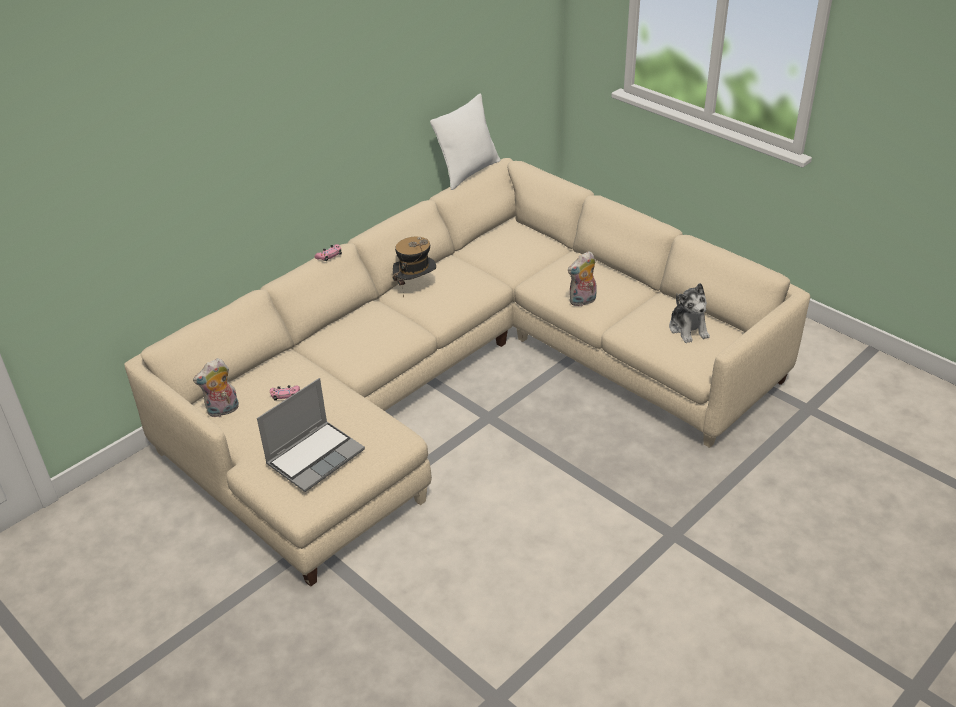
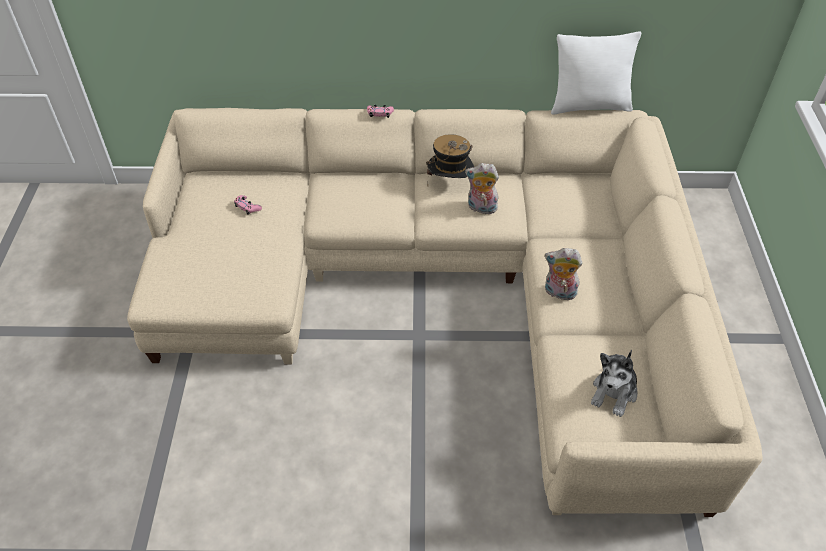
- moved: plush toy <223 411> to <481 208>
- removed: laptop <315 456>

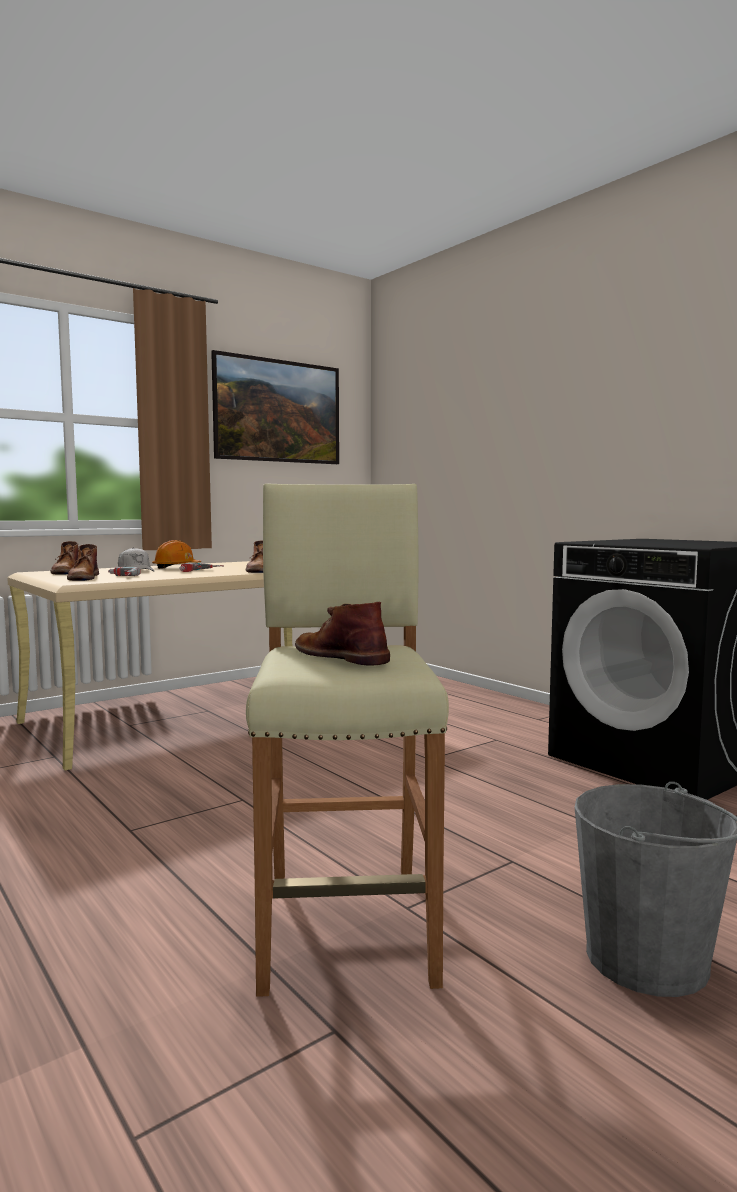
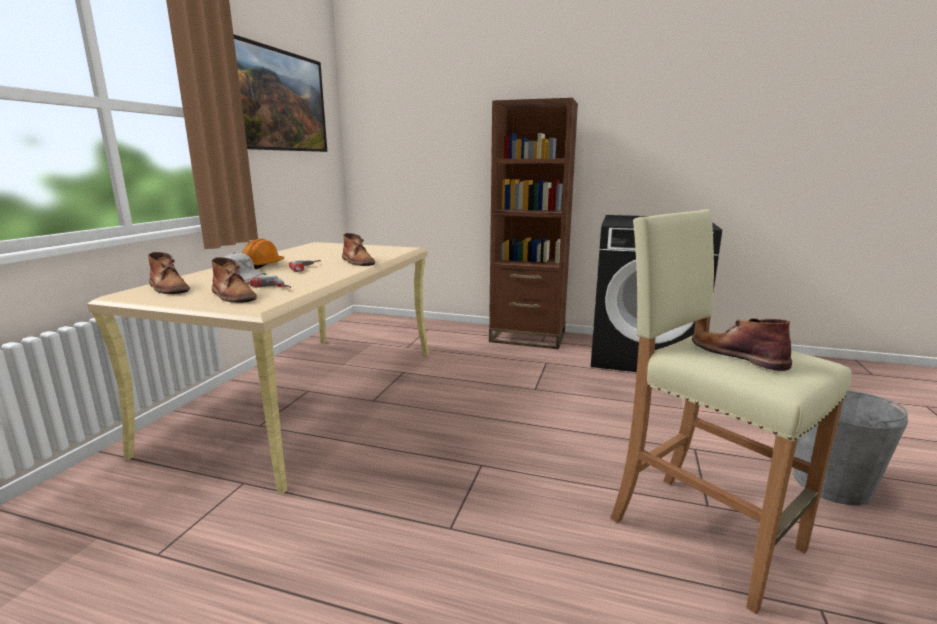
- turned: brown boot <340 656> = <737 354> 45 degrees clockwise
- added: brown bookcase <527 337>

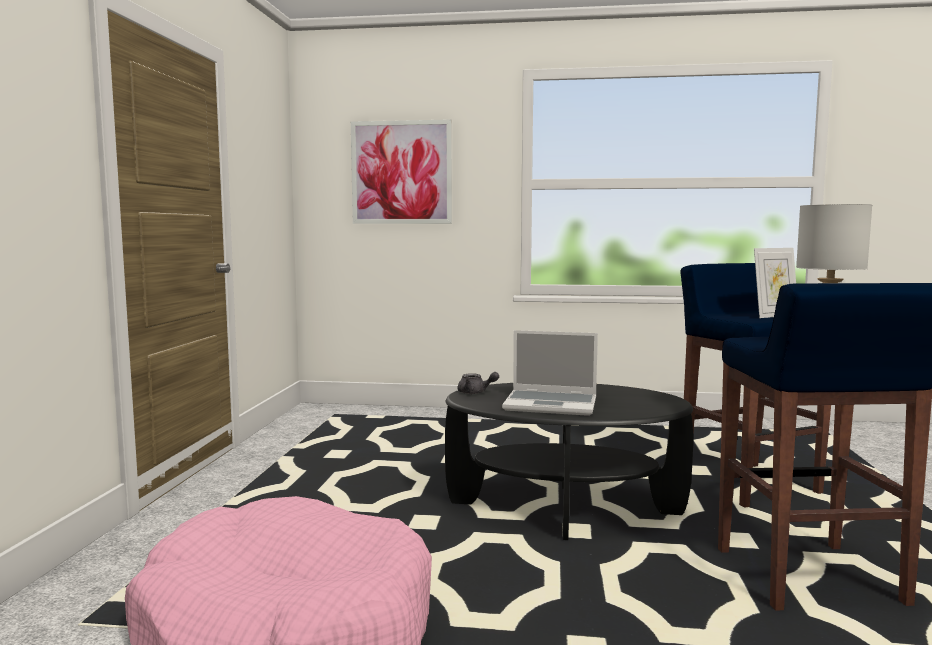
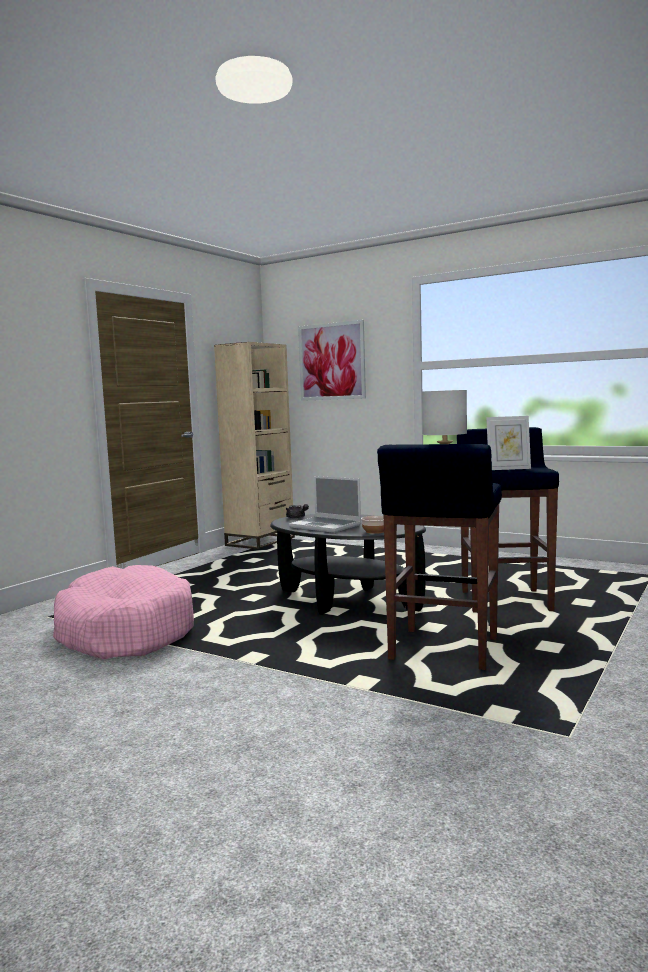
- added: beige bookcase <260 541>
- added: bowl <375 531>

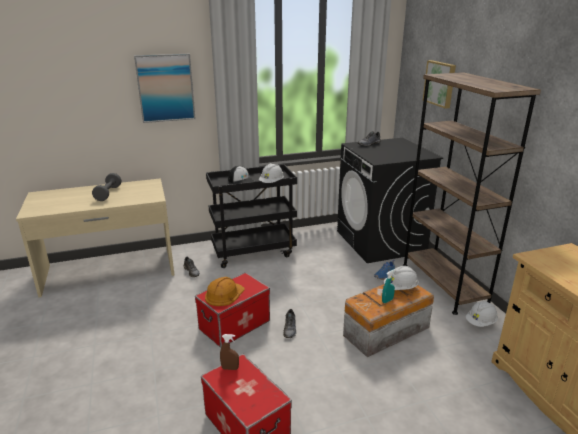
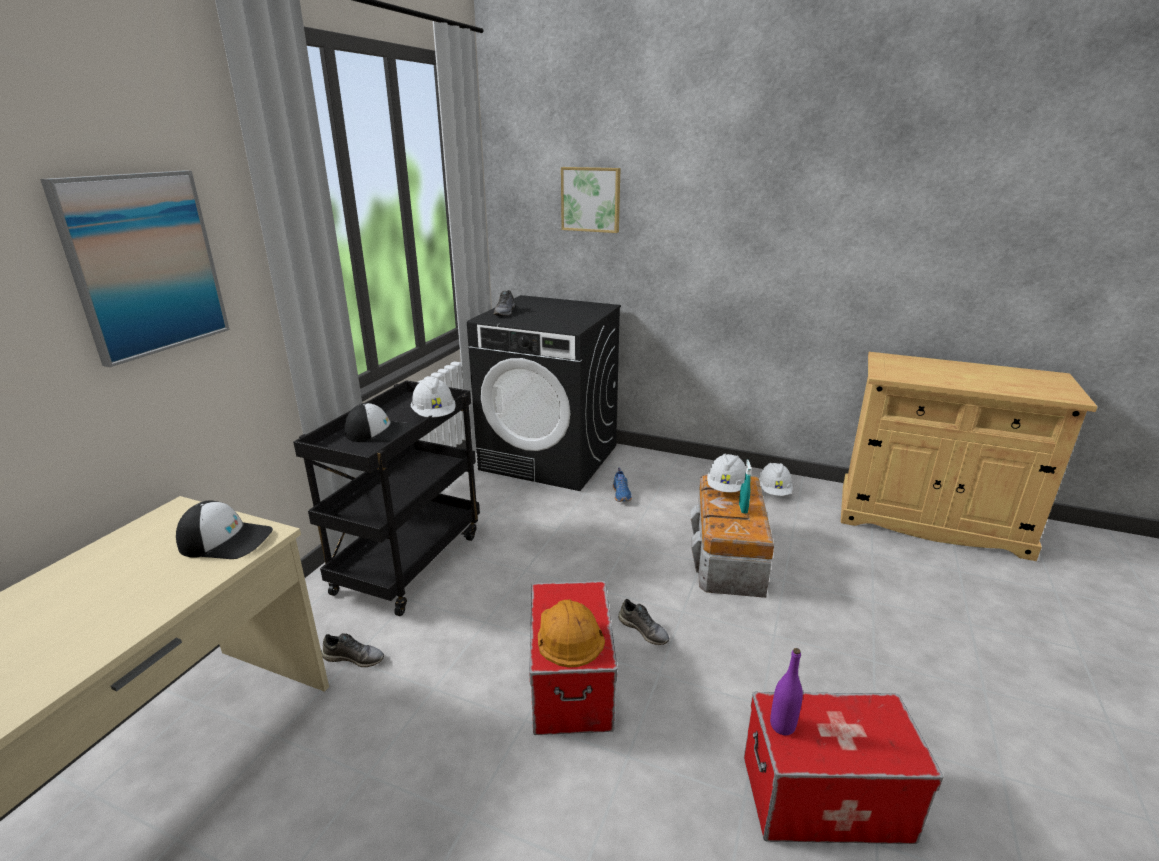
- removed: grey dumbbell <108 193>
- replaced: brown spray bottle <230 368> to purple bottle <782 726>
- removed: brown bookcase <443 284>
- added: cap <226 540>

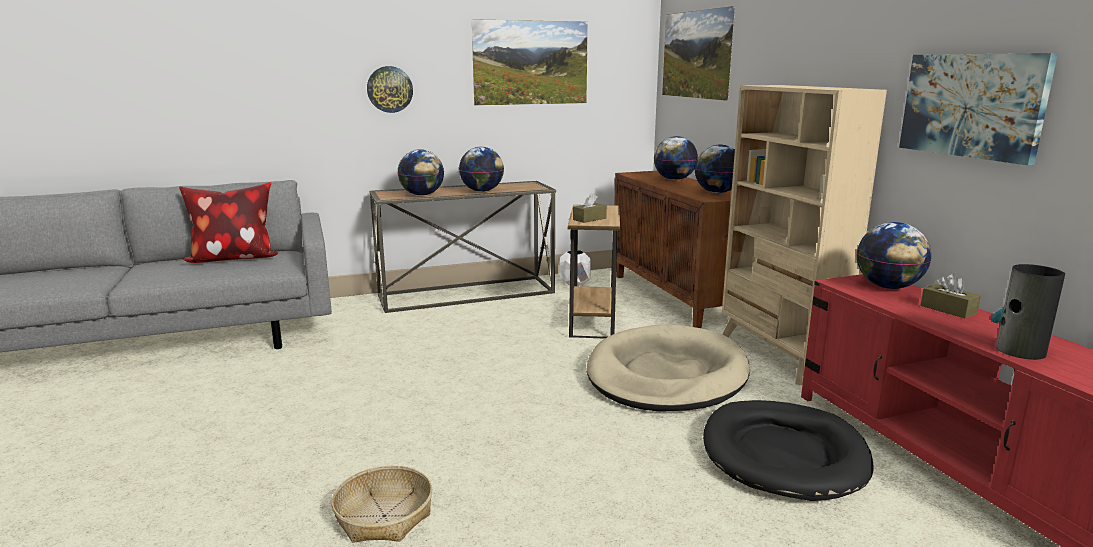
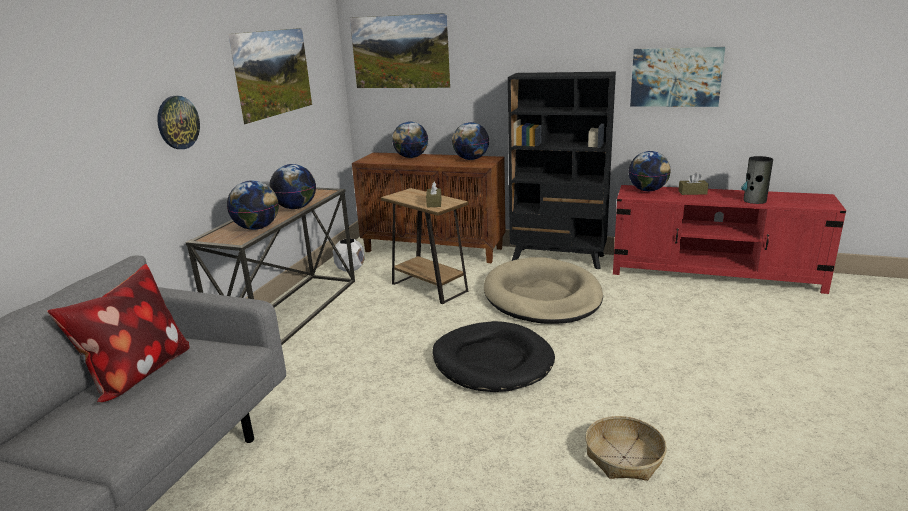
- moved: black dog bed <783 454> to <492 361>
- recoloured: beige bookcase <778 355> to black bookcase <558 258>

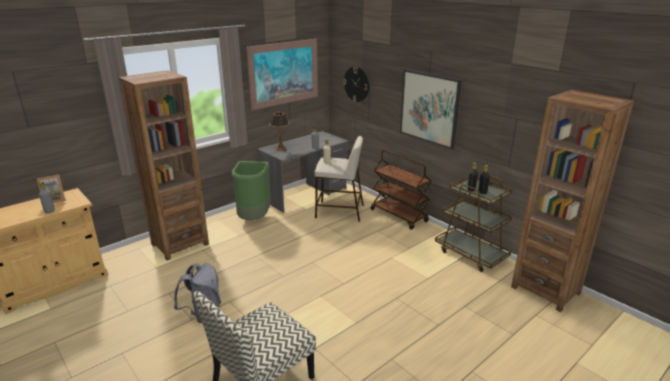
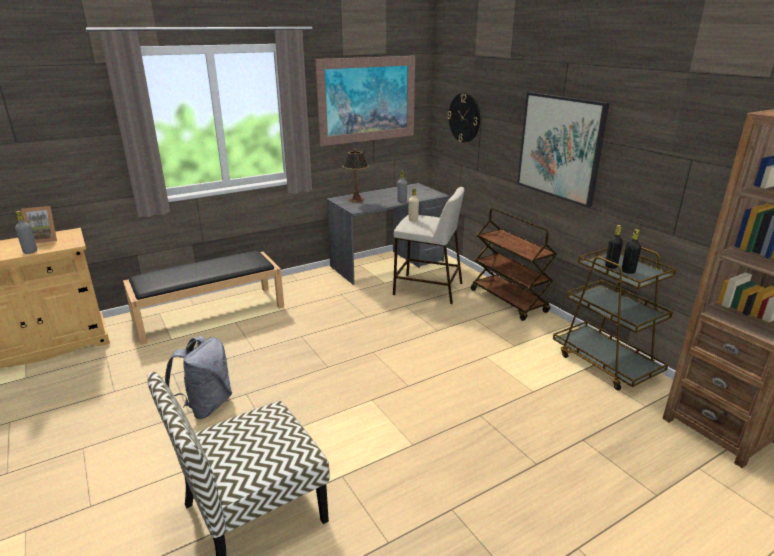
- replaced: brown bookcase <180 244> to black bench <210 313>
- removed: green trash can <254 219>

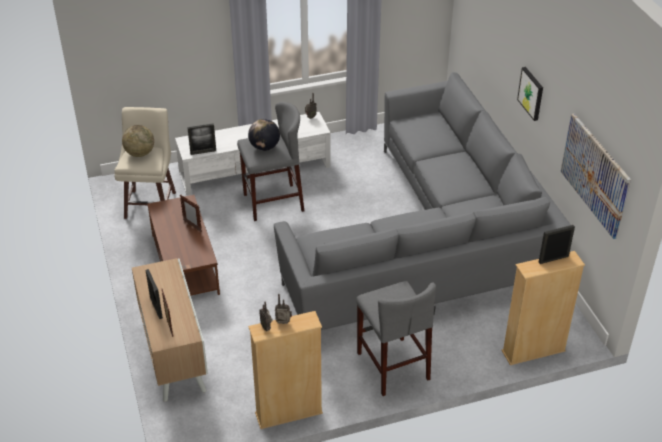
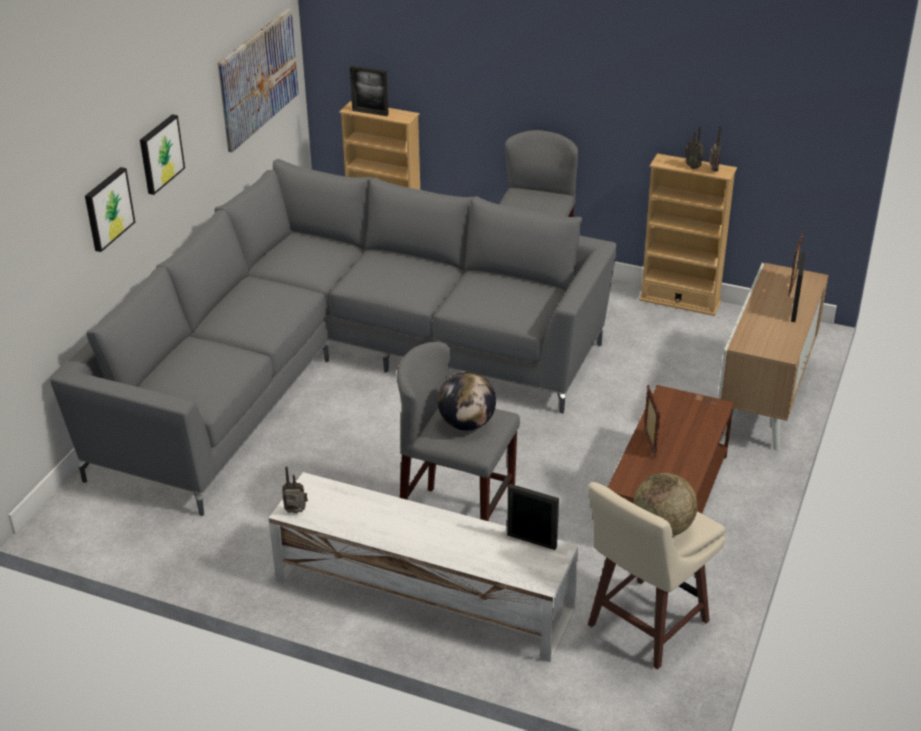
- added: picture <107 208>

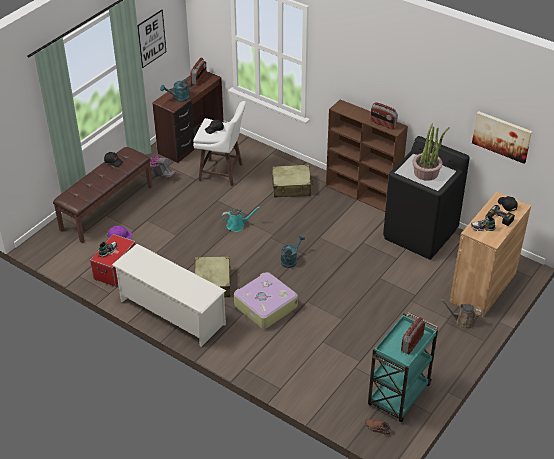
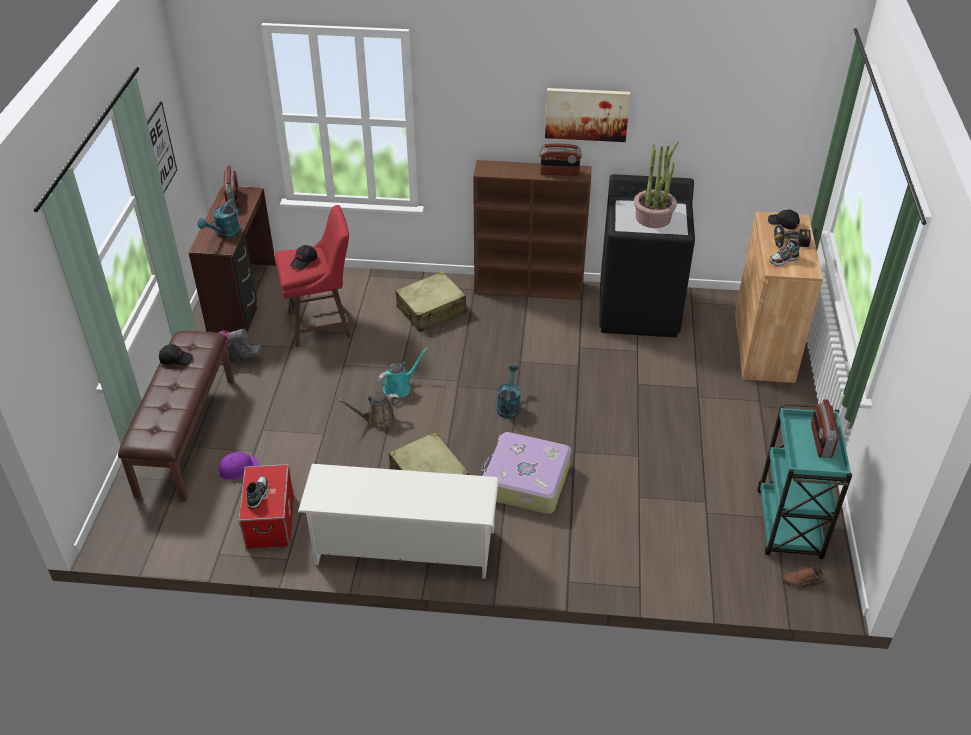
- recoloured: white stool <222 173> to red stool <321 325>
- moved: brown watering can <463 321> to <377 420>
- moved: picture <502 136> to <586 114>

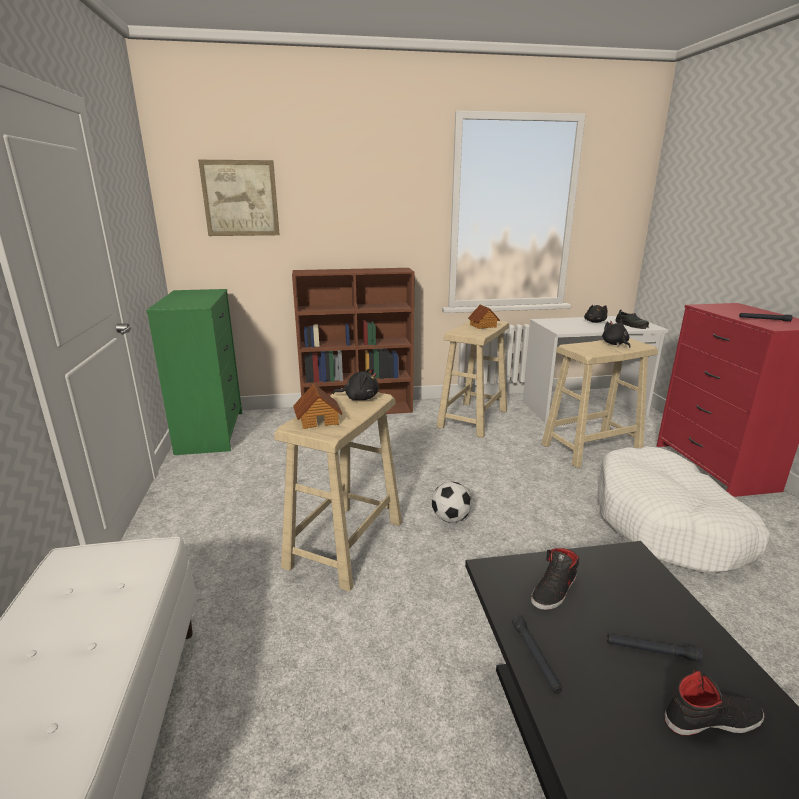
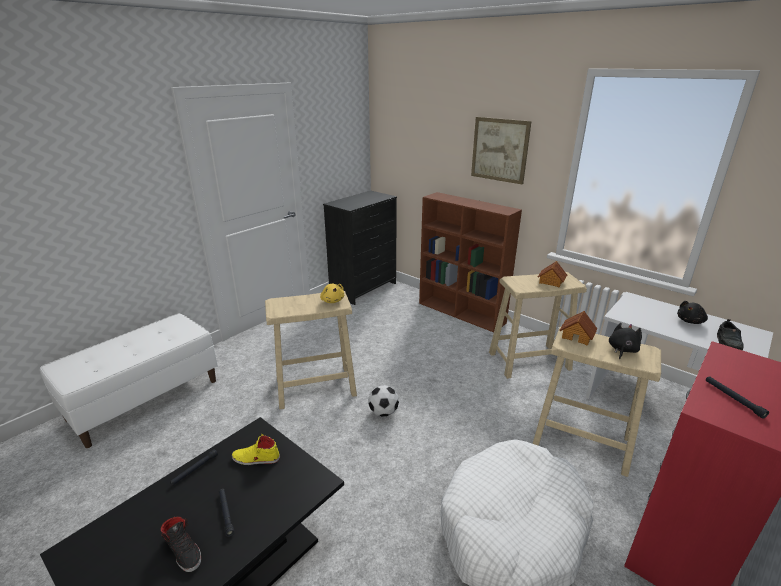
- recoloured: green dresser <211 432> to black dresser <364 289>
- moved: picture <240 198> to <499 150>
- moved: toy house <318 420> to <577 336>
- recoloured: black plush toy <359 398> to yellow plush toy <332 300>
- recoloured: black shoe <554 590> to yellow shoe <256 458>

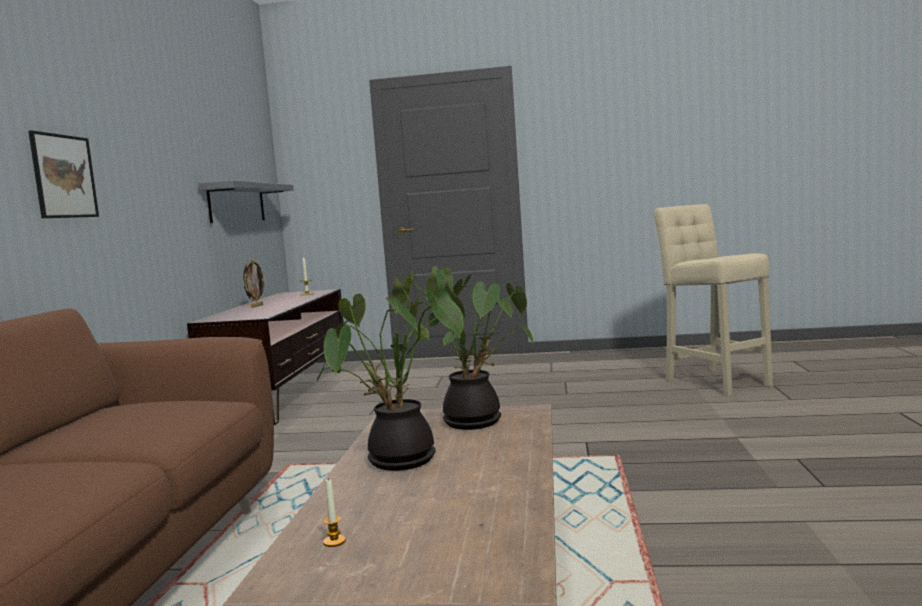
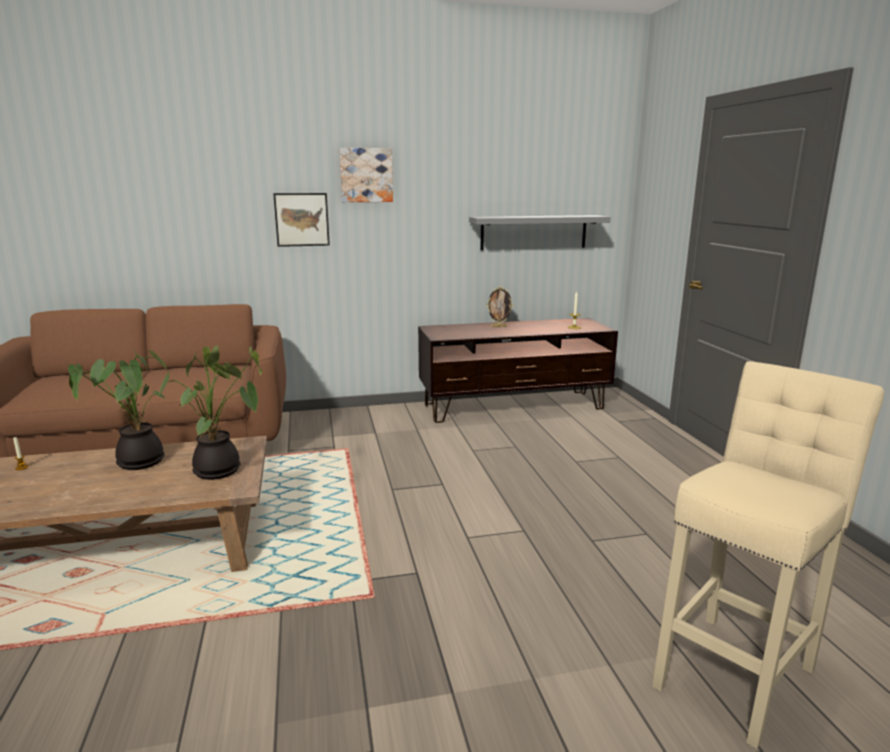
- added: picture <366 175>

